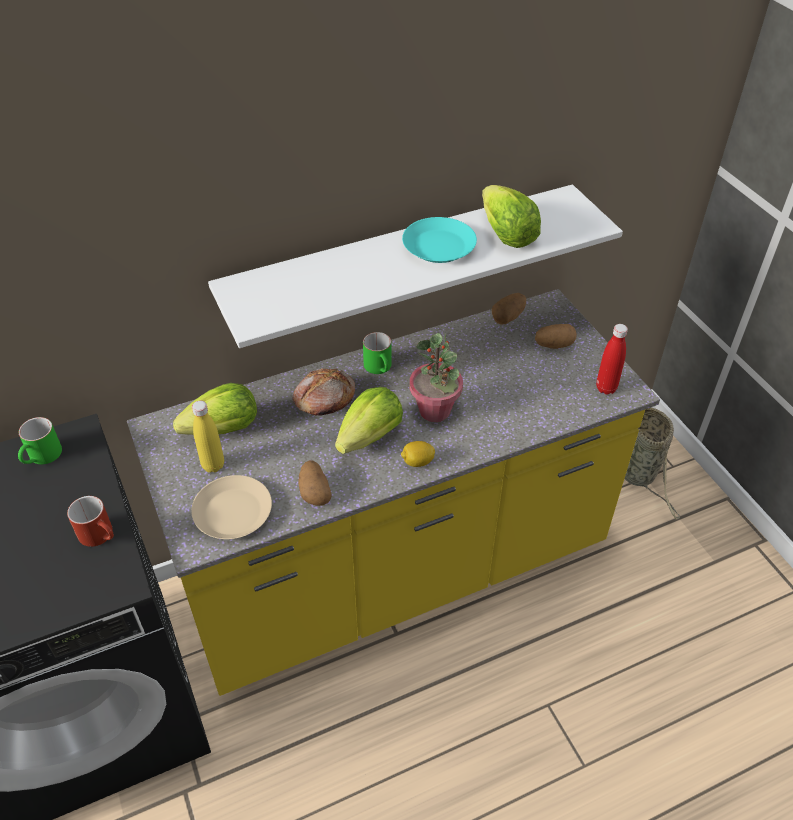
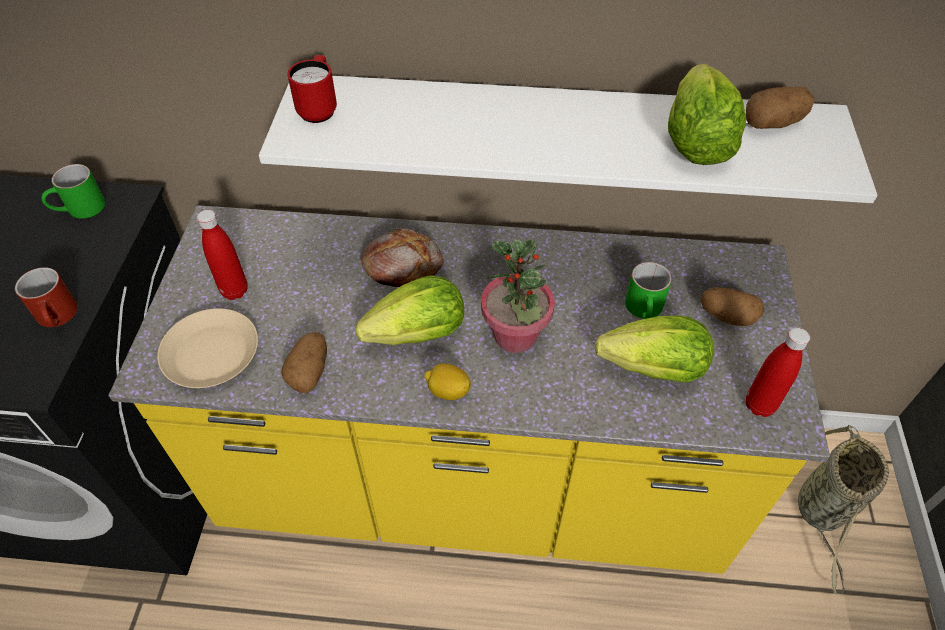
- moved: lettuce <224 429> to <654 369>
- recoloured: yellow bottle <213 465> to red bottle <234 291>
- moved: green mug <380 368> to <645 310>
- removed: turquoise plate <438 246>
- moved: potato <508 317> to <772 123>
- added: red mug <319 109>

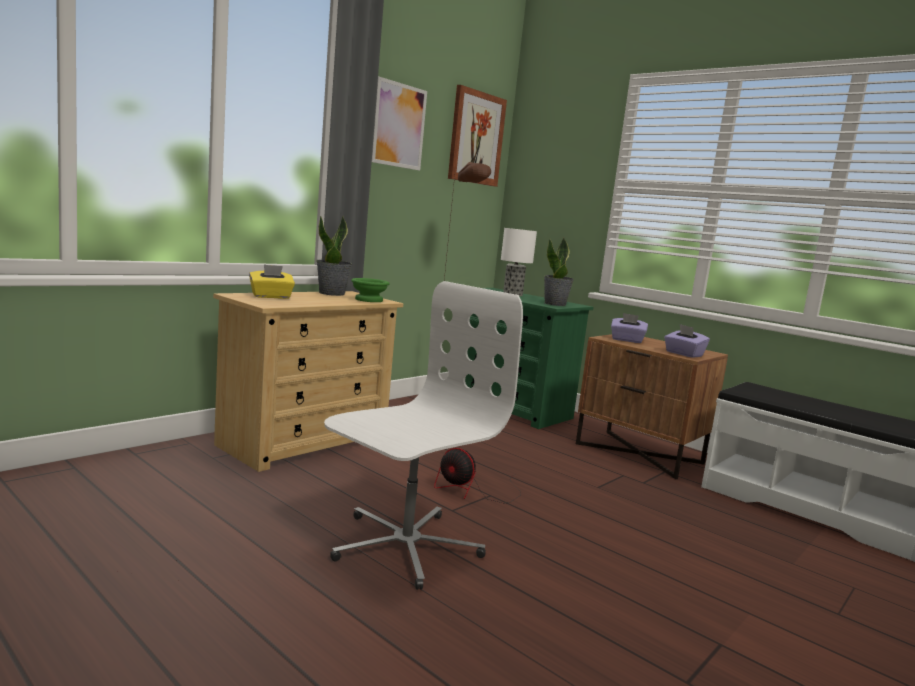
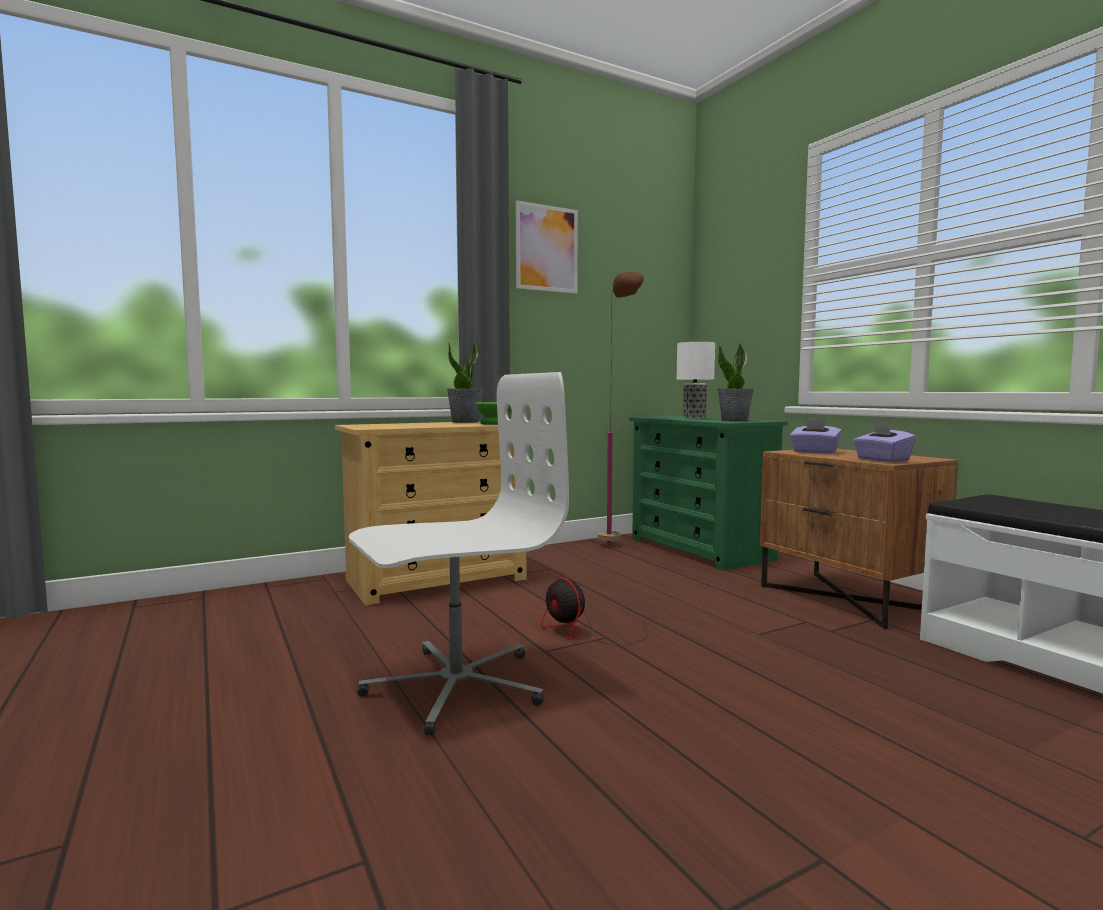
- removed: yellow tissue box <271 297>
- removed: picture <476 138>

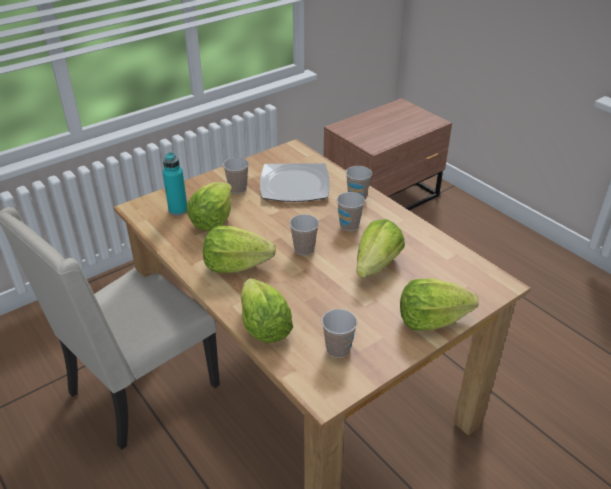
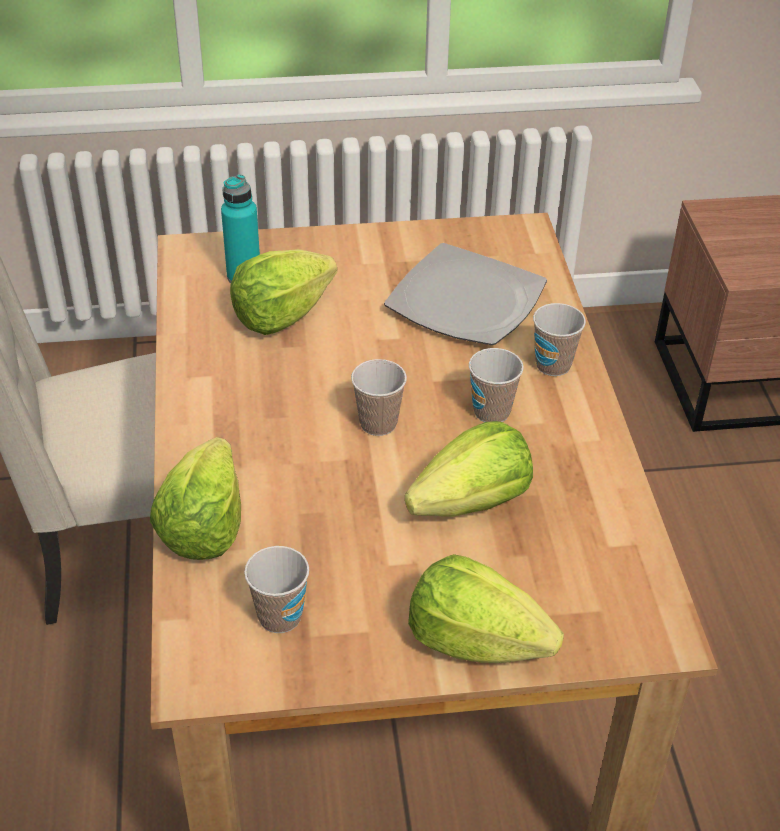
- removed: lettuce <236 265>
- removed: cup <237 189>

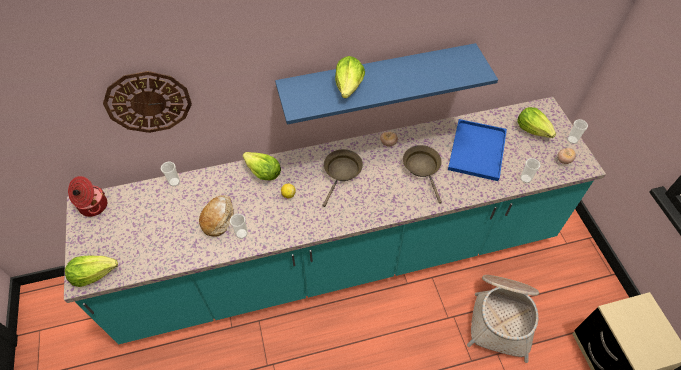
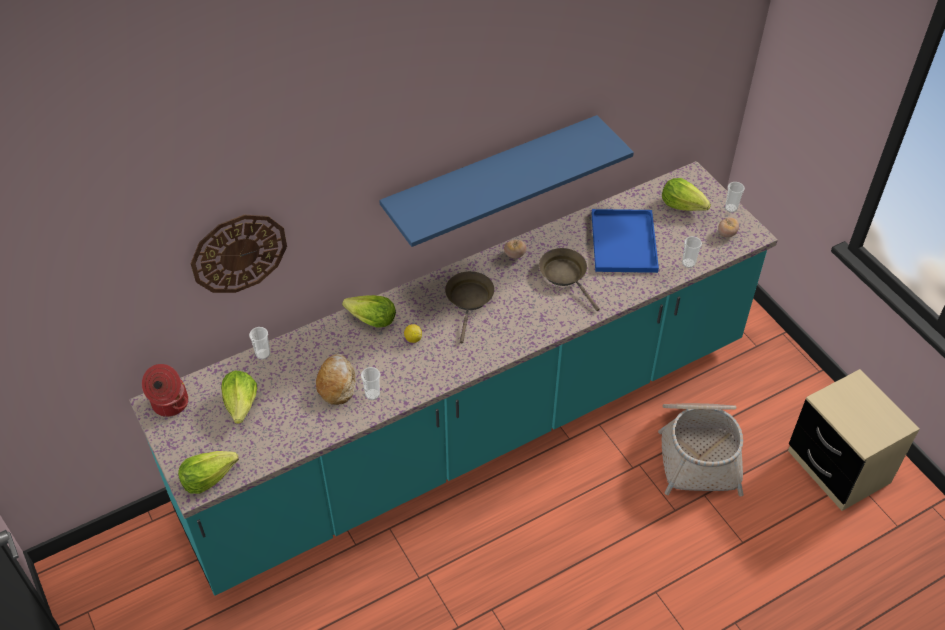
- moved: lettuce <349 86> to <241 404>

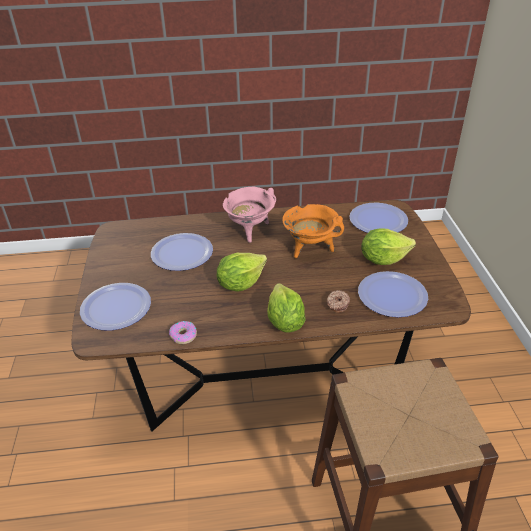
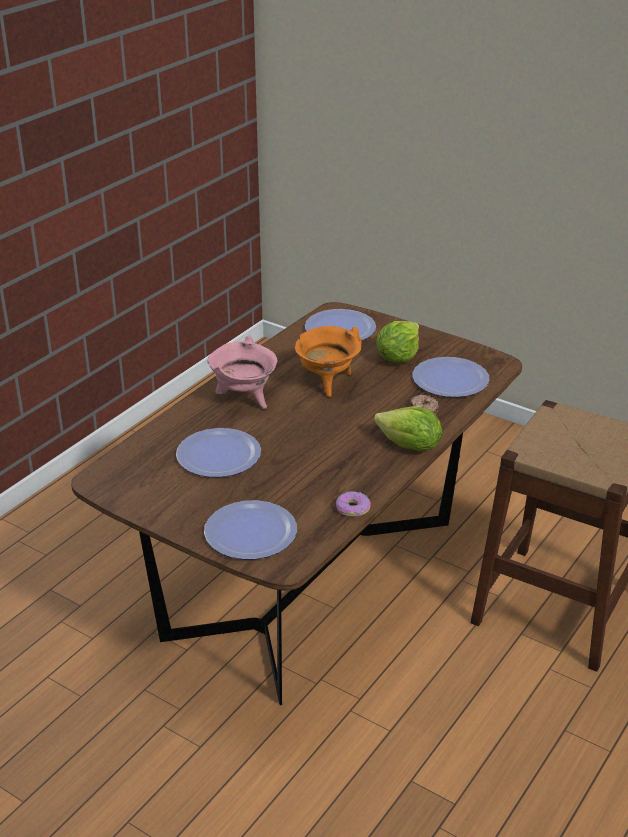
- removed: lettuce <240 283>

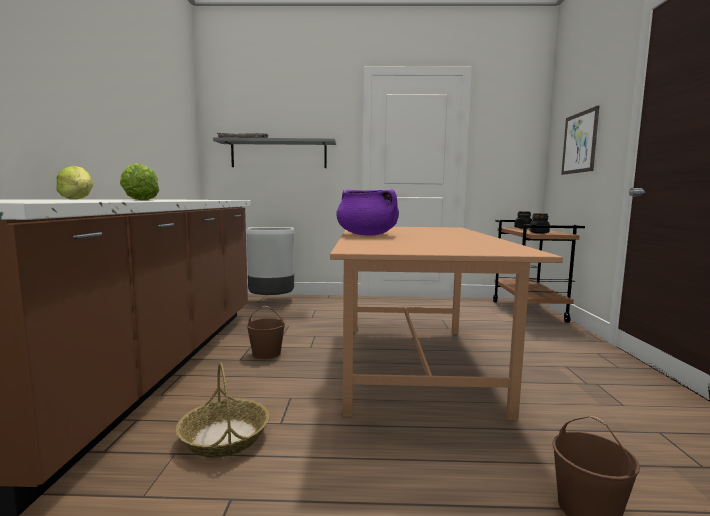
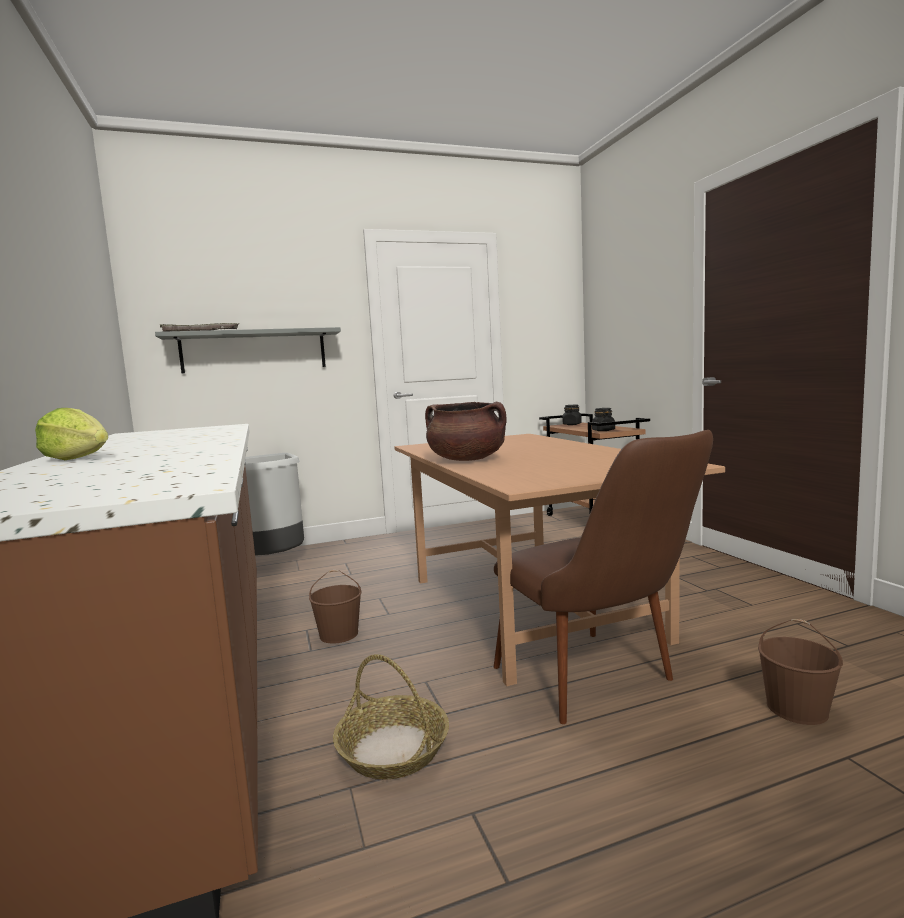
- removed: lettuce <138 200>
- recoloured: purple cooking pot <367 235> to brown cooking pot <467 460>
- removed: picture <579 142>
- added: brown chair <600 686>

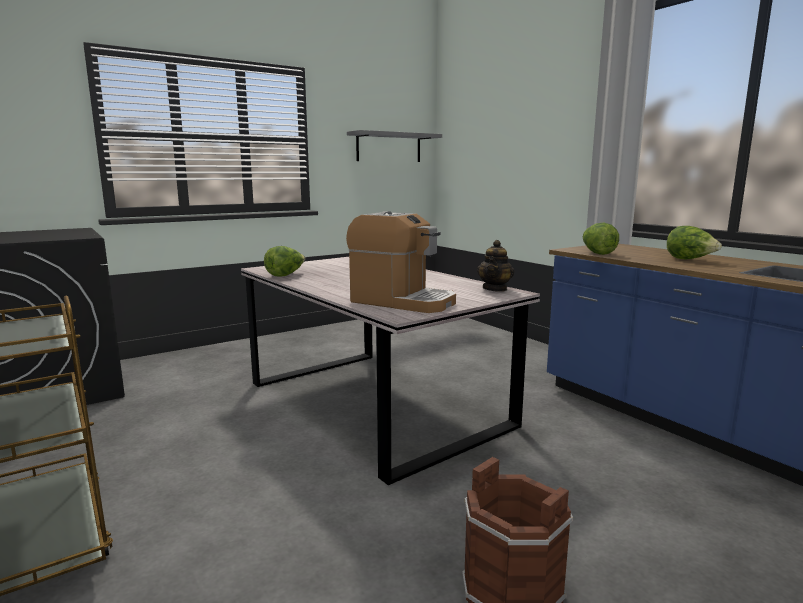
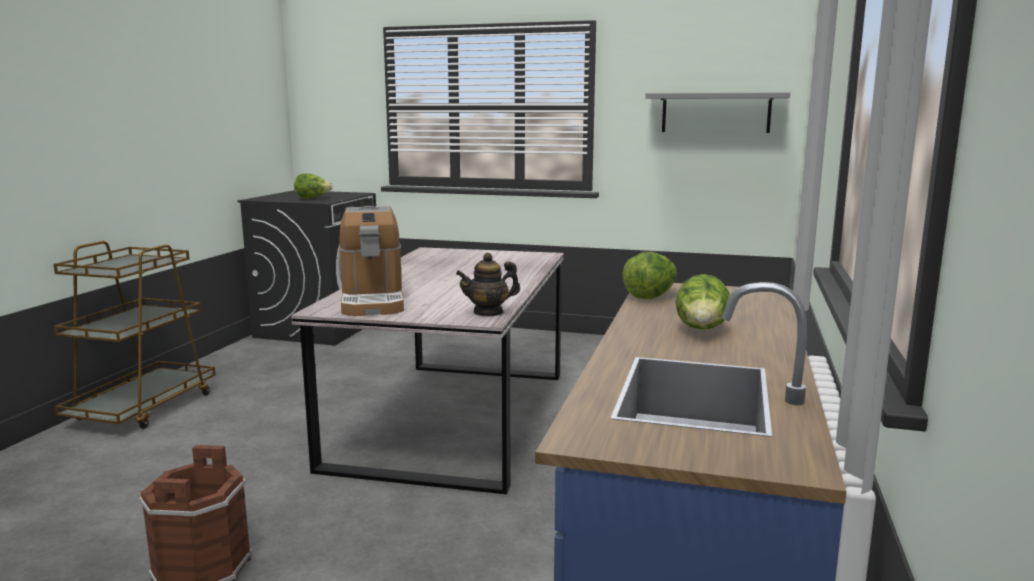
- moved: lettuce <285 275> to <312 198>

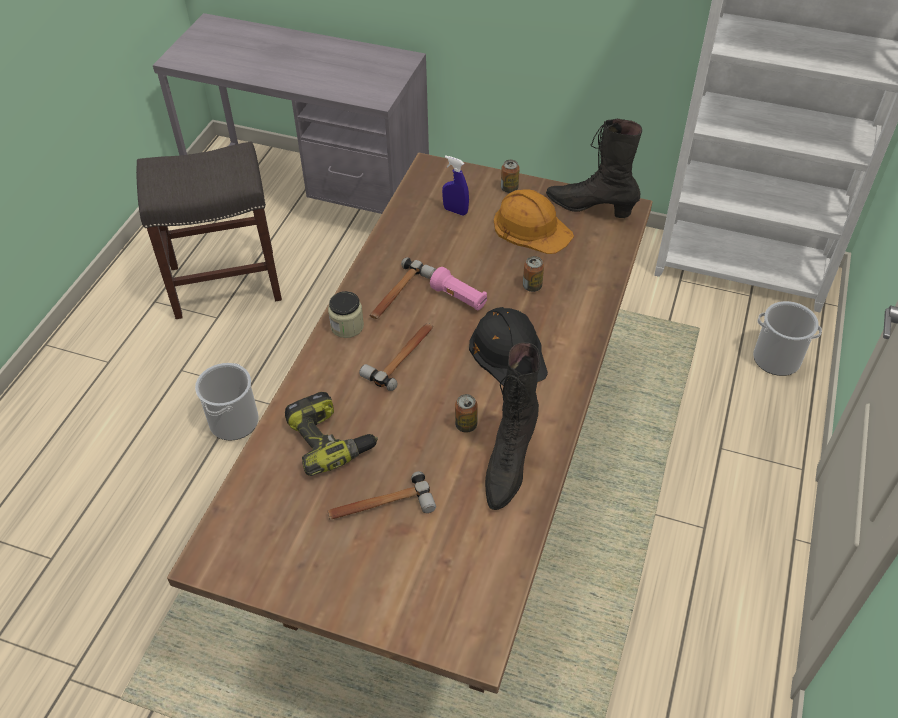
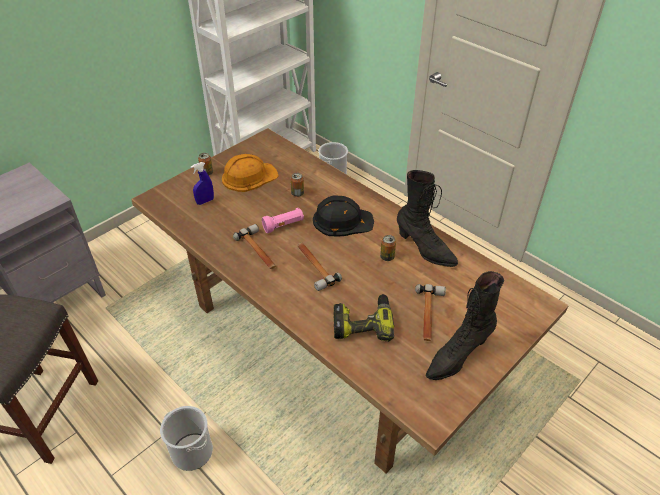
- removed: jar <347 326>
- moved: black boot <590 207> to <457 356>

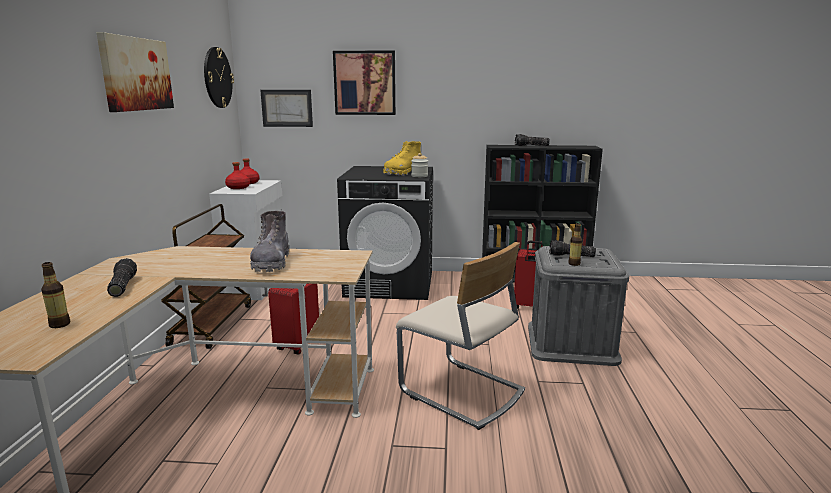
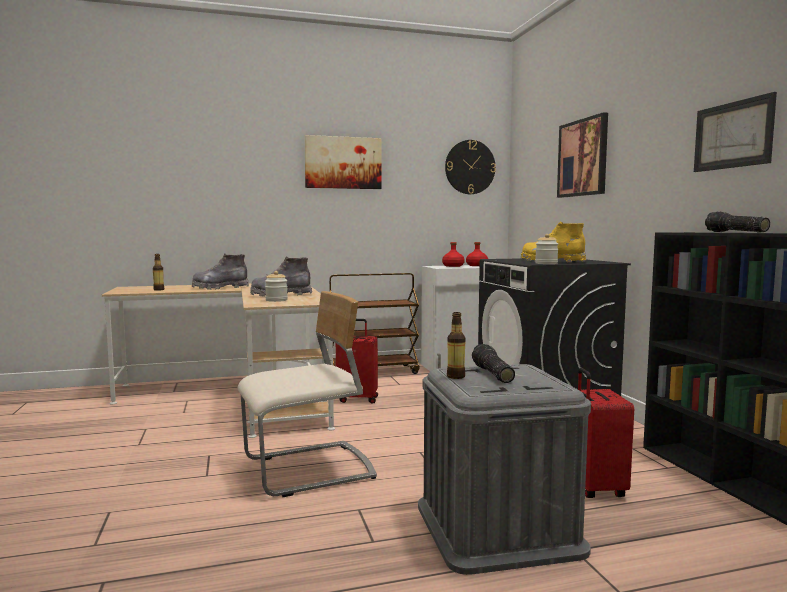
- replaced: flashlight <121 286> to grey boot <220 288>
- moved: picture <287 108> to <733 135>
- turned: beige chair <461 392> = <309 470> 135 degrees counterclockwise
- added: jar <276 300>

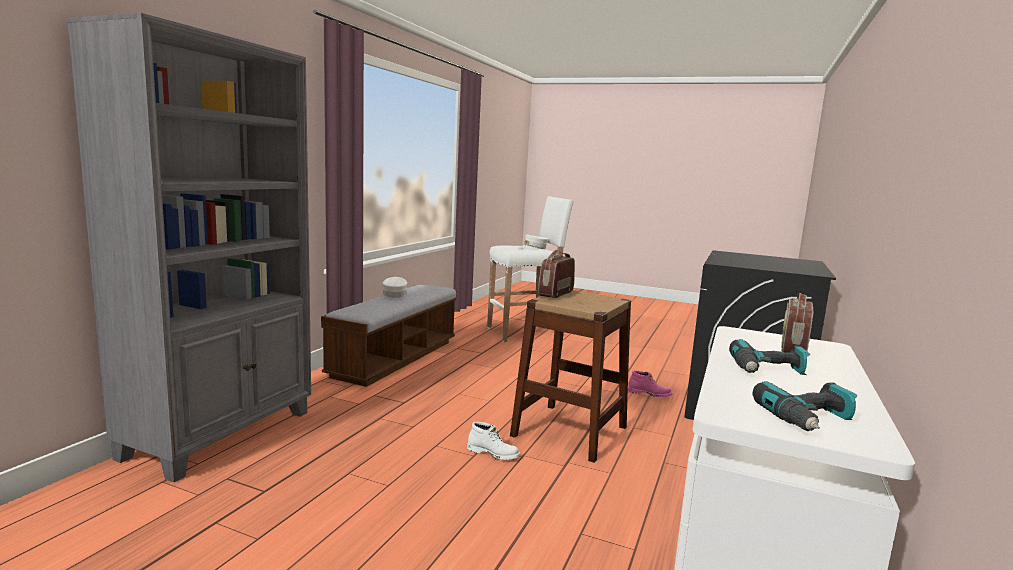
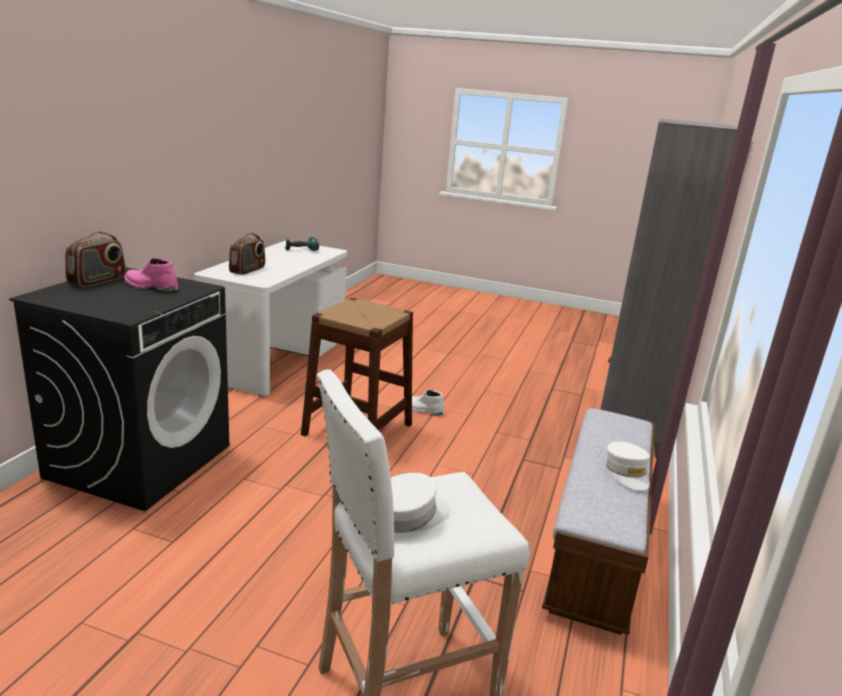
- moved: radio <555 294> to <98 281>
- moved: pink boot <649 394> to <150 286>
- removed: power drill <768 371>

